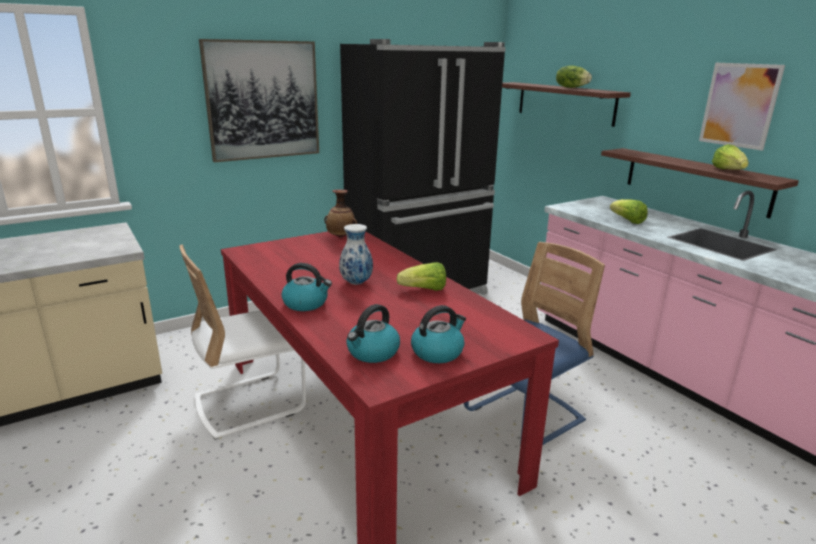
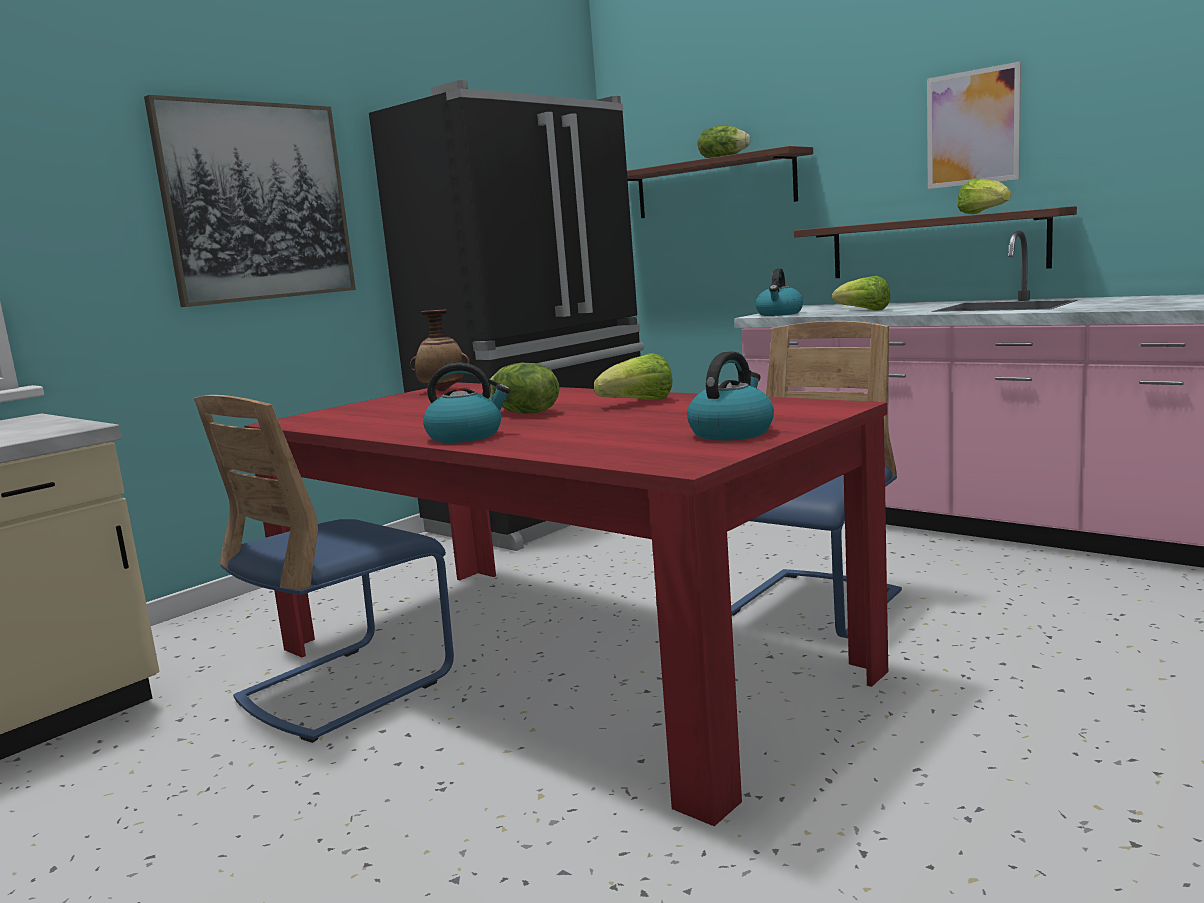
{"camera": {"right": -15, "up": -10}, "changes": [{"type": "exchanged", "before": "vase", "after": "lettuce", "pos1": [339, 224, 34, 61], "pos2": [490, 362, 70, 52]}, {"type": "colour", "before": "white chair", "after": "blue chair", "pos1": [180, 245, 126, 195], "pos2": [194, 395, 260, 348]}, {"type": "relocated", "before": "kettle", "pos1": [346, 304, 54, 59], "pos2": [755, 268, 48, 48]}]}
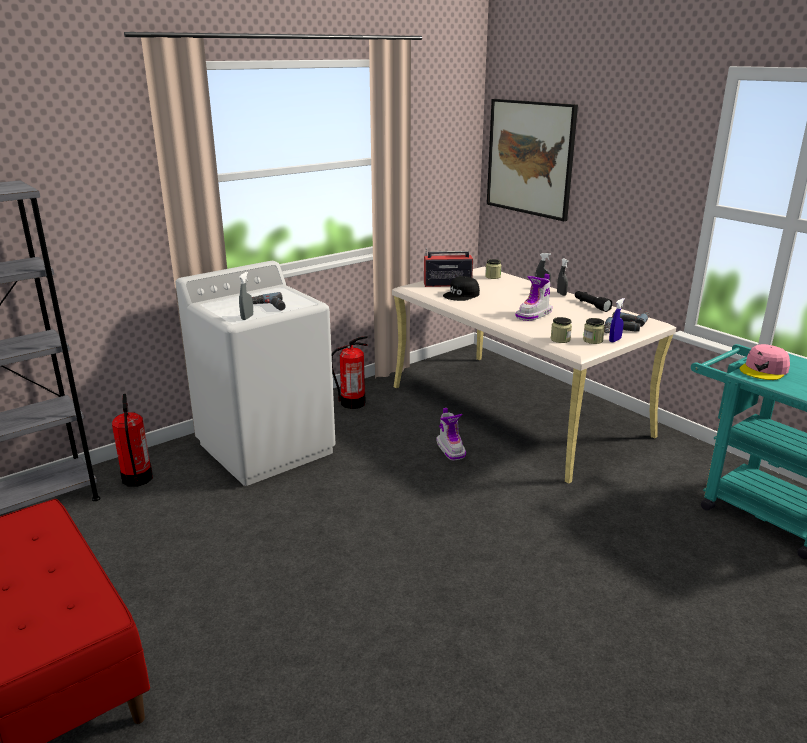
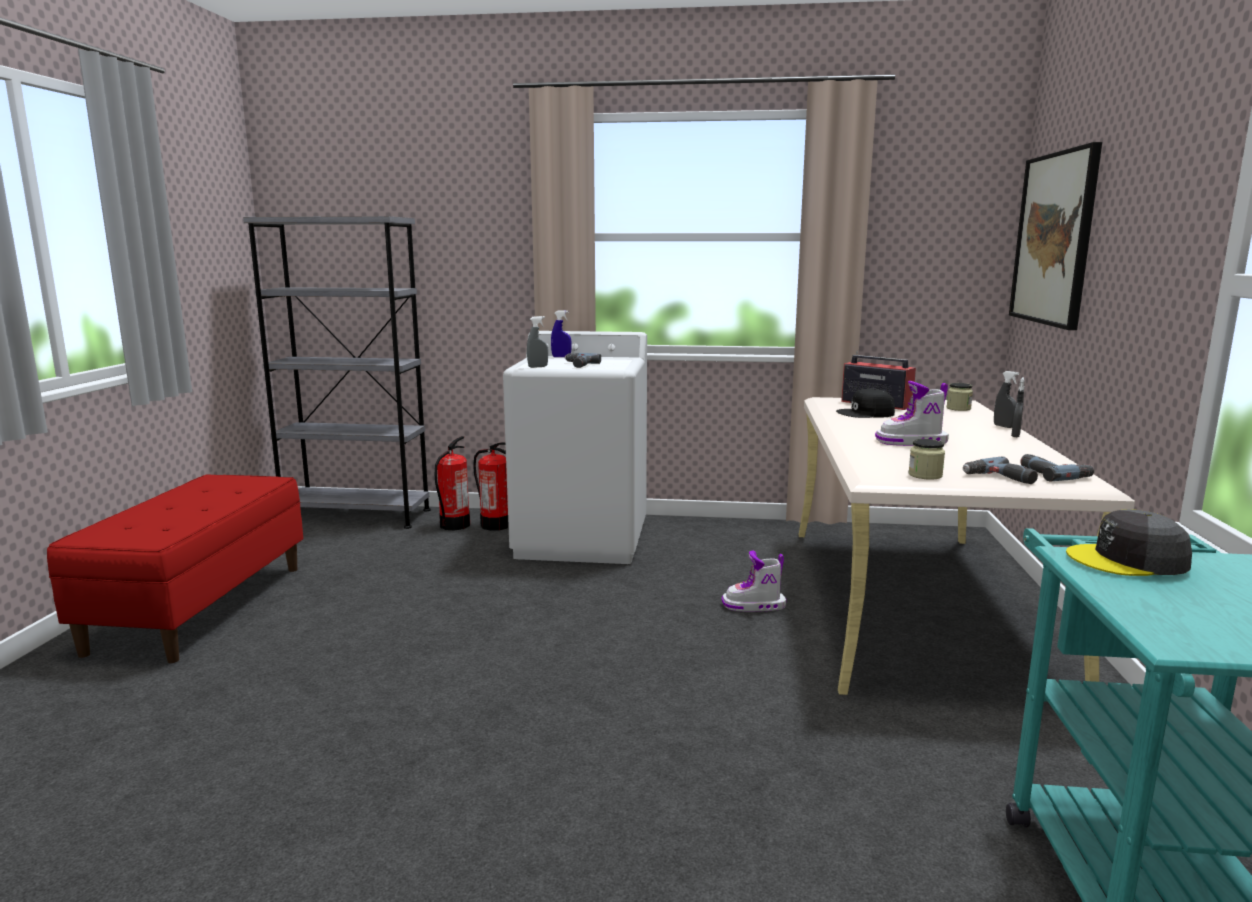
{"camera": {"right": 45, "up": -10}, "changes": [{"type": "missing", "before": "black flashlight", "pos1": [575, 291, 37, 21]}, {"type": "relocated", "before": "blue spray bottle", "pos1": [609, 298, 16, 44], "pos2": [551, 310, 21, 47]}, {"type": "missing", "before": "jar", "pos1": [551, 317, 21, 26]}, {"type": "relocated", "before": "fire extinguisher", "pos1": [332, 336, 36, 73], "pos2": [473, 442, 36, 89]}, {"type": "colour", "before": "pink cap", "after": "grey cap", "pos1": [740, 344, 50, 36], "pos2": [1066, 509, 126, 67]}, {"type": "spun", "before": "boot", "pos1": [437, 408, 29, 53], "pos2": [722, 550, 64, 62], "turn": 60}]}
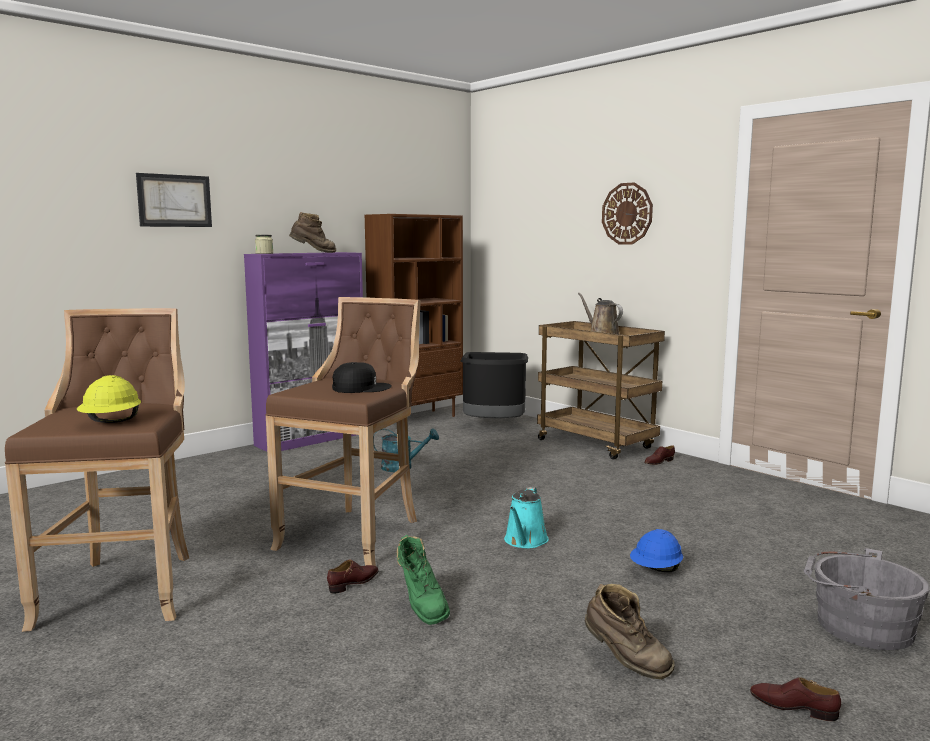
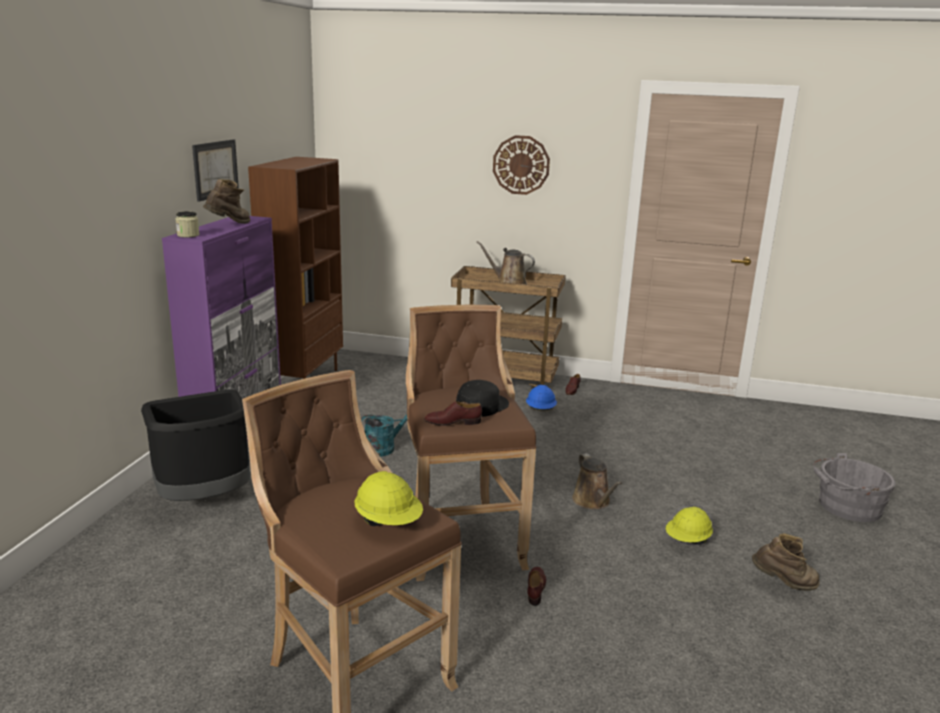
{"camera": {"right": -35, "up": 10}, "changes": [{"type": "relocated", "before": "picture", "pos1": [136, 173, 76, 54], "pos2": [192, 139, 47, 63]}, {"type": "relocated", "before": "black trash can", "pos1": [461, 352, 67, 66], "pos2": [141, 390, 109, 111]}, {"type": "colour", "before": "turquoise watering can", "after": "brown watering can", "pos1": [504, 487, 45, 61], "pos2": [572, 453, 50, 56]}, {"type": "relocated", "before": "blue hard hat", "pos1": [630, 529, 53, 43], "pos2": [526, 385, 31, 26]}, {"type": "missing", "before": "green boot", "pos1": [396, 535, 54, 90]}, {"type": "relocated", "before": "brown shoe", "pos1": [750, 677, 91, 44], "pos2": [424, 401, 58, 25]}, {"type": "appeared", "after": "yellow hard hat", "pos2": [666, 507, 47, 38]}]}
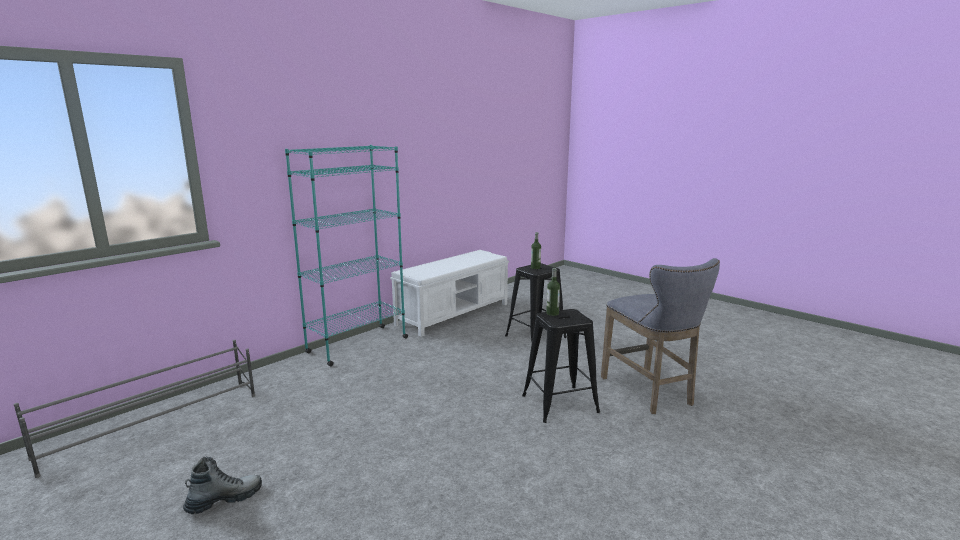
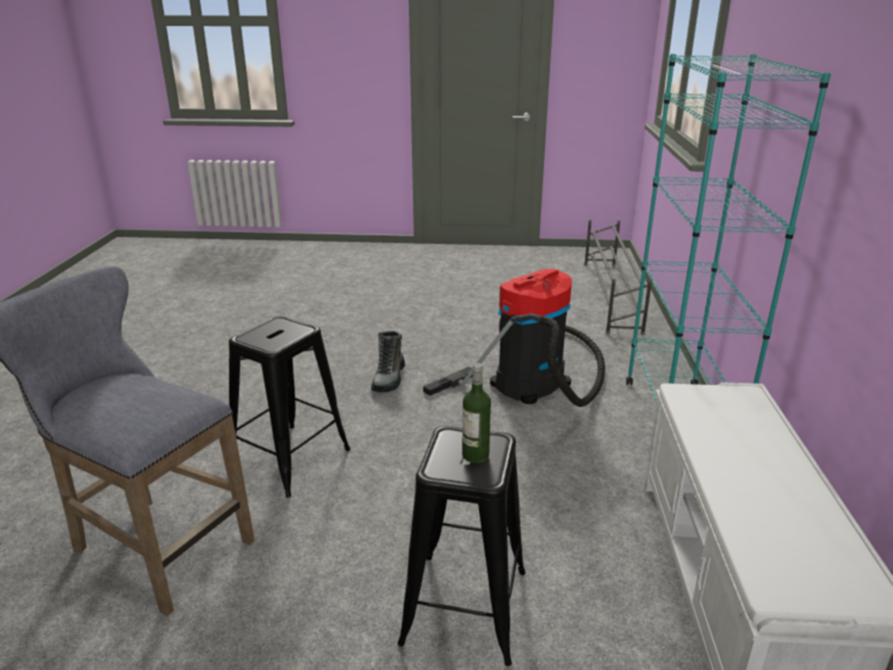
{"camera": {"right": 140, "up": 10}, "changes": [{"type": "missing", "before": "bottle", "pos1": [546, 268, 14, 48]}, {"type": "relocated", "before": "boot", "pos1": [183, 457, 79, 57], "pos2": [371, 331, 34, 61]}, {"type": "appeared", "after": "vacuum cleaner", "pos2": [423, 268, 182, 139]}]}
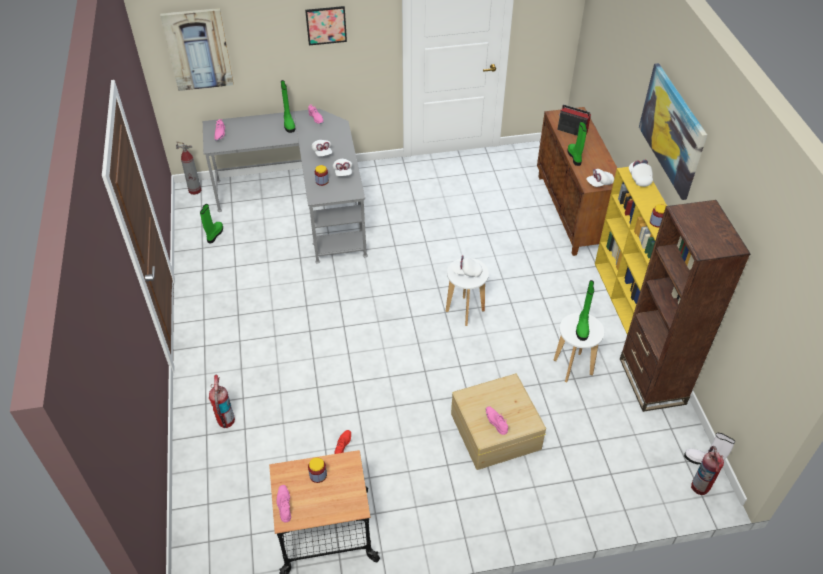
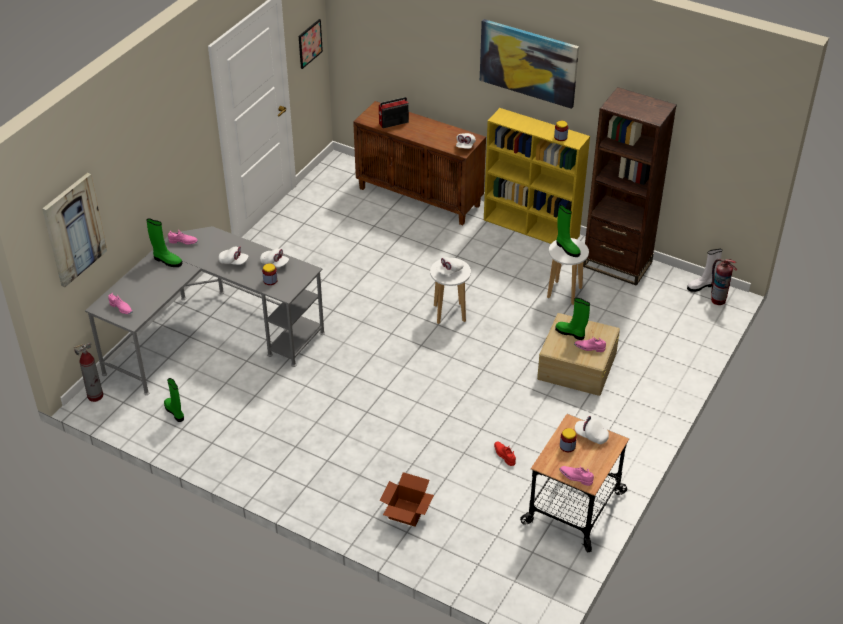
{"camera": {"right": -50, "up": -5}, "changes": [{"type": "relocated", "before": "picture", "pos1": [305, 6, 42, 40], "pos2": [299, 19, 24, 50]}, {"type": "relocated", "before": "green boot", "pos1": [567, 121, 20, 45], "pos2": [555, 298, 35, 42]}, {"type": "relocated", "before": "white cap", "pos1": [629, 160, 24, 27], "pos2": [575, 416, 34, 28]}, {"type": "exchanged", "before": "fire extinguisher", "after": "cardboard box", "pos1": [209, 374, 26, 54], "pos2": [379, 472, 55, 55]}]}
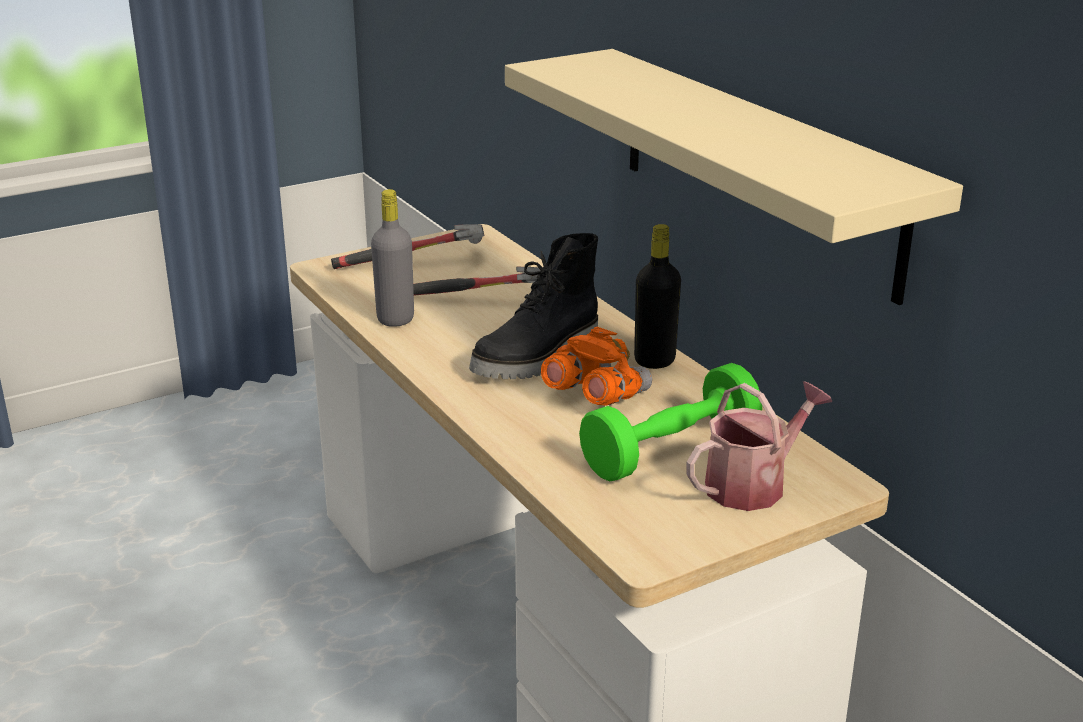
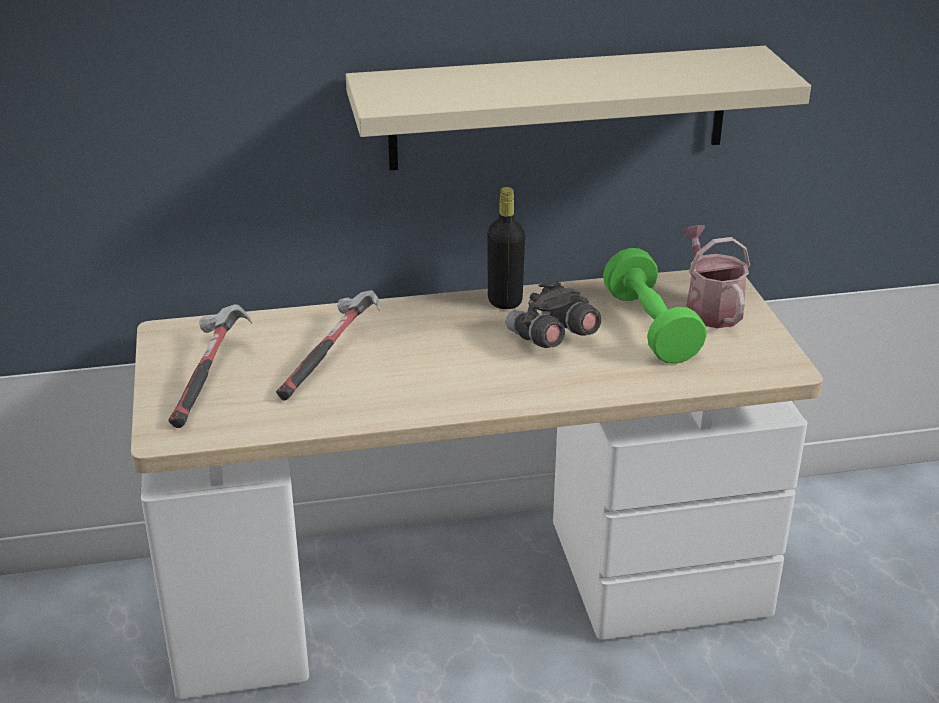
{"camera": {"right": -70, "up": 5}, "changes": [{"type": "missing", "before": "grey bottle", "pos1": [371, 189, 43, 138]}, {"type": "missing", "before": "black boot", "pos1": [469, 233, 129, 146]}, {"type": "colour", "before": "orange binoculars", "after": "grey binoculars", "pos1": [541, 327, 111, 78], "pos2": [506, 280, 95, 68]}]}
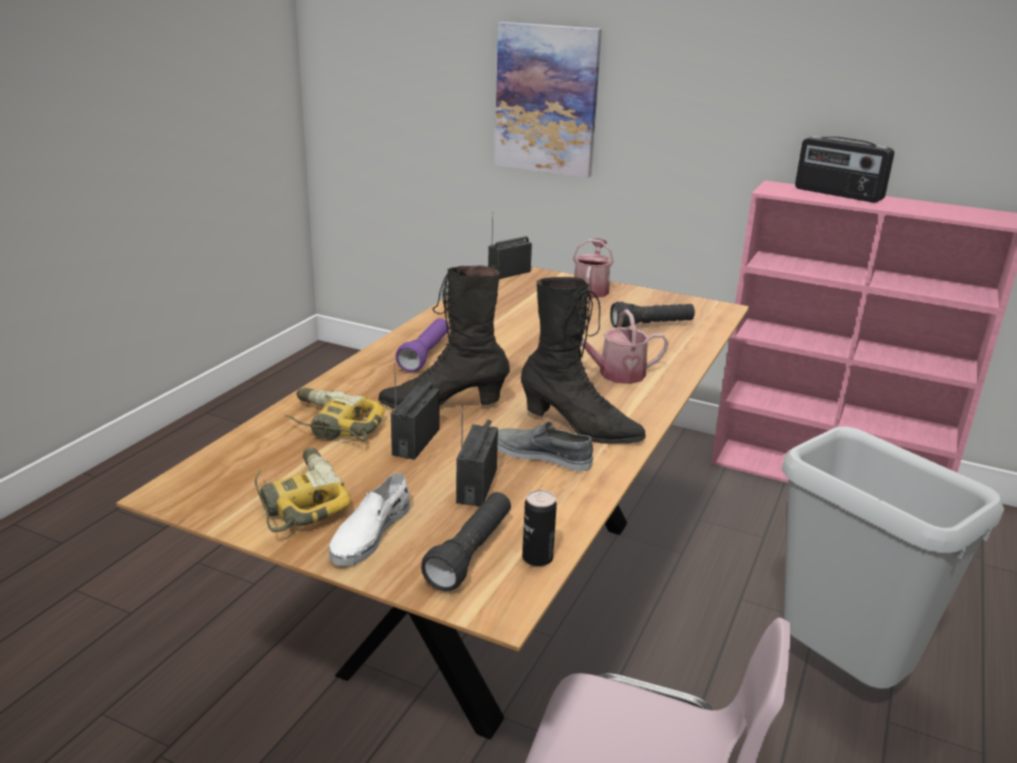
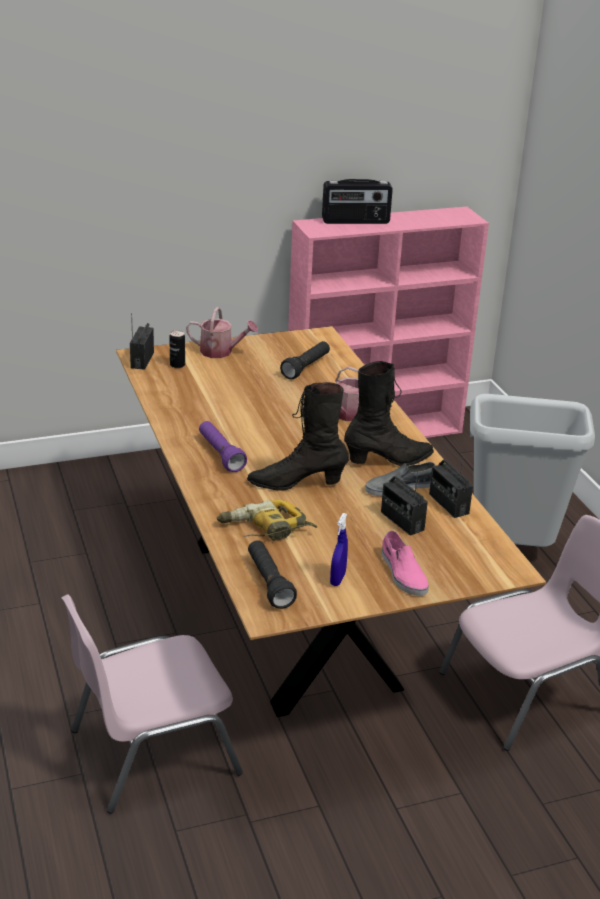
{"camera": {"right": -45, "up": 5}, "changes": [{"type": "missing", "before": "picture", "pos1": [495, 22, 107, 156]}, {"type": "spun", "before": "watering can", "pos1": [573, 238, 41, 60], "pos2": [186, 307, 72, 51], "turn": 135}, {"type": "spun", "before": "black boot", "pos1": [378, 265, 132, 144], "pos2": [247, 382, 102, 108], "turn": 45}, {"type": "relocated", "before": "radio", "pos1": [391, 363, 48, 97], "pos2": [429, 455, 44, 63]}, {"type": "exchanged", "before": "power drill", "after": "blue spray bottle", "pos1": [255, 447, 96, 85], "pos2": [330, 513, 18, 73]}, {"type": "colour", "before": "white shoe", "after": "pink shoe", "pos1": [329, 473, 81, 93], "pos2": [382, 531, 47, 65]}, {"type": "relocated", "before": "can", "pos1": [522, 490, 35, 76], "pos2": [169, 330, 16, 38]}, {"type": "relocated", "before": "black flashlight", "pos1": [421, 492, 90, 99], "pos2": [248, 540, 49, 69]}, {"type": "appeared", "after": "pink chair", "pos2": [61, 594, 182, 220]}]}
